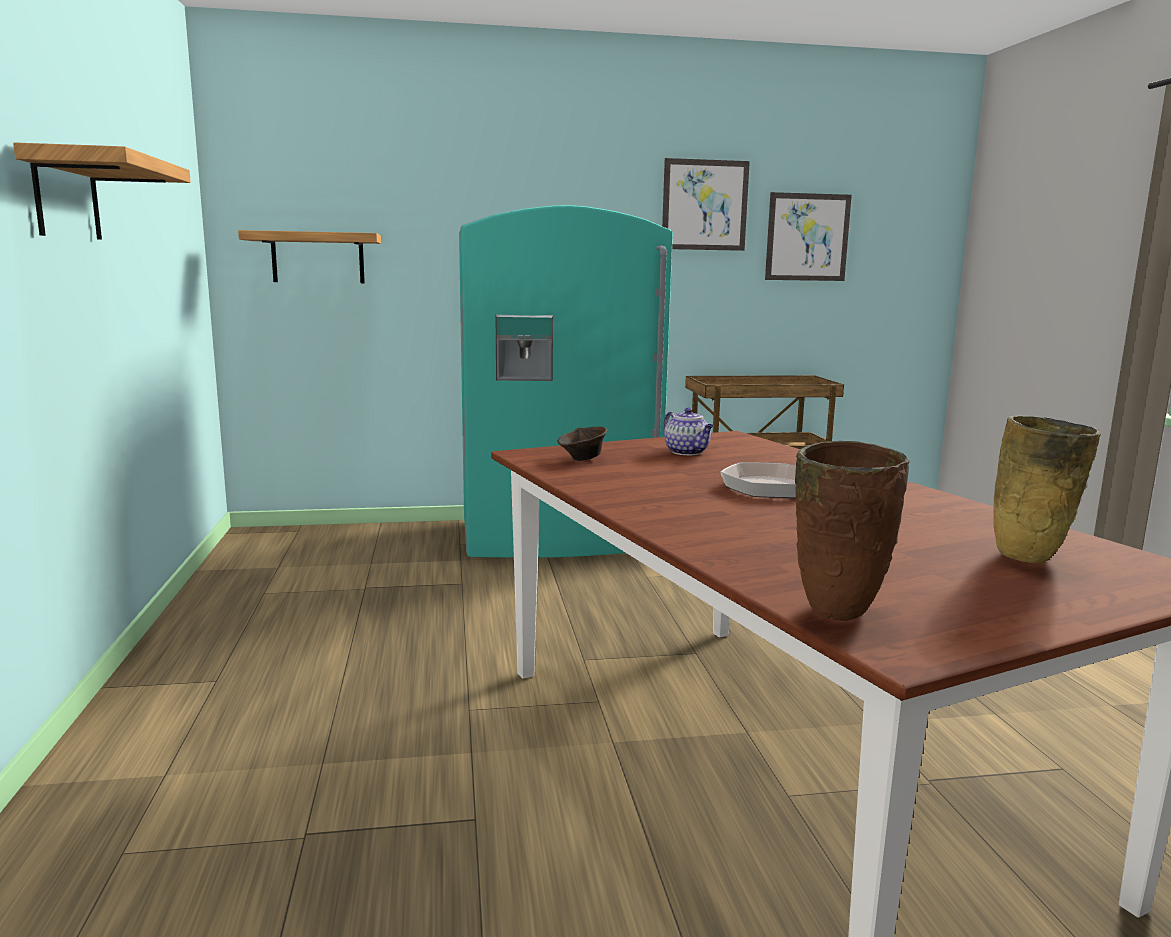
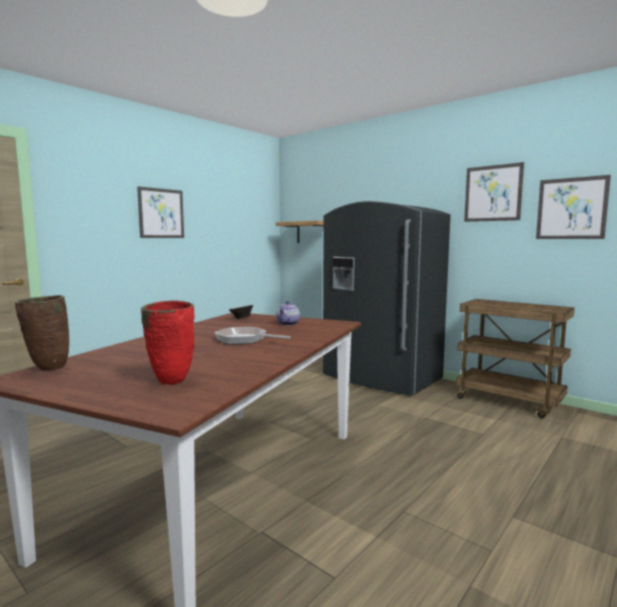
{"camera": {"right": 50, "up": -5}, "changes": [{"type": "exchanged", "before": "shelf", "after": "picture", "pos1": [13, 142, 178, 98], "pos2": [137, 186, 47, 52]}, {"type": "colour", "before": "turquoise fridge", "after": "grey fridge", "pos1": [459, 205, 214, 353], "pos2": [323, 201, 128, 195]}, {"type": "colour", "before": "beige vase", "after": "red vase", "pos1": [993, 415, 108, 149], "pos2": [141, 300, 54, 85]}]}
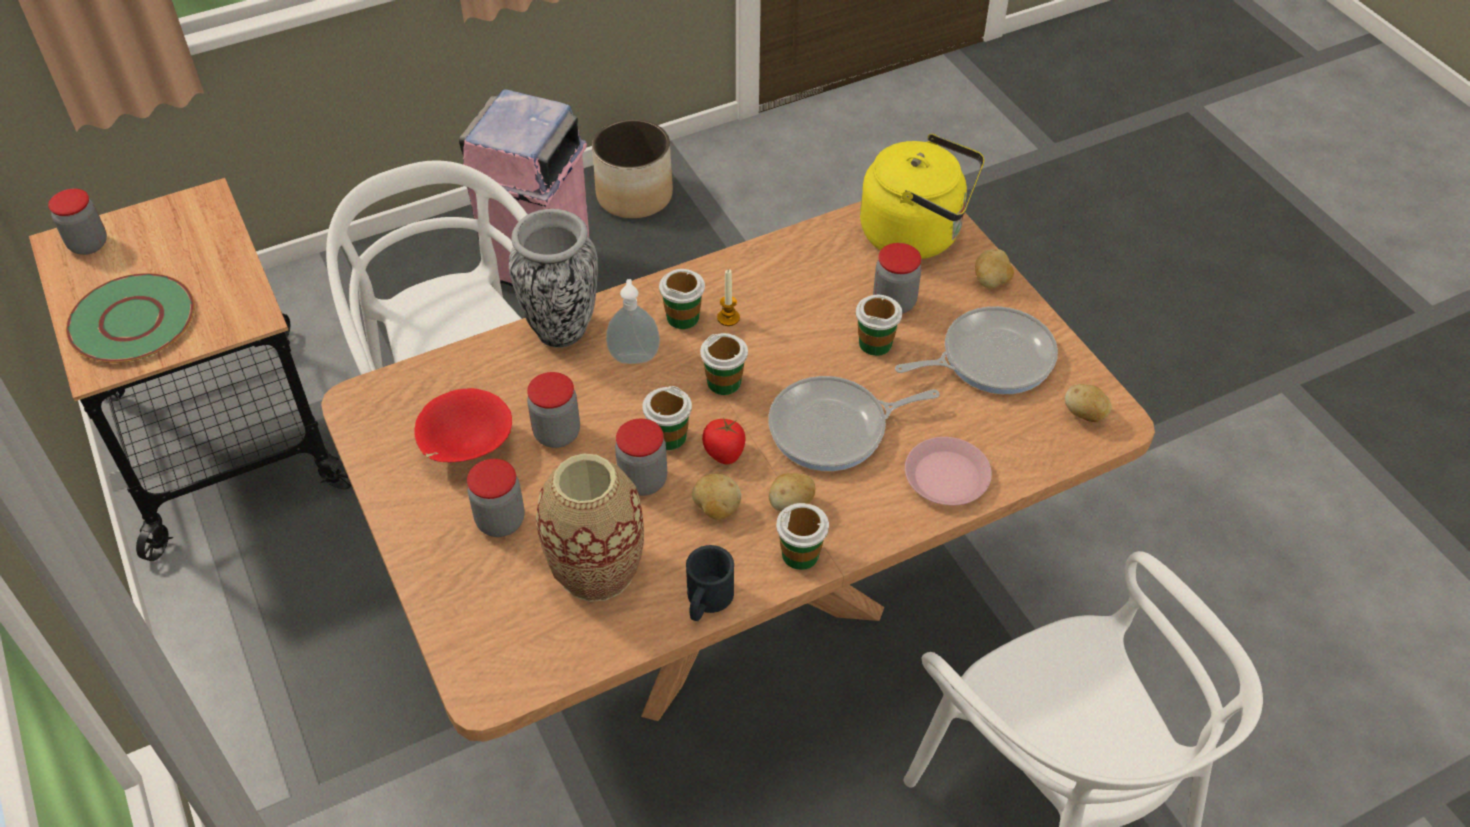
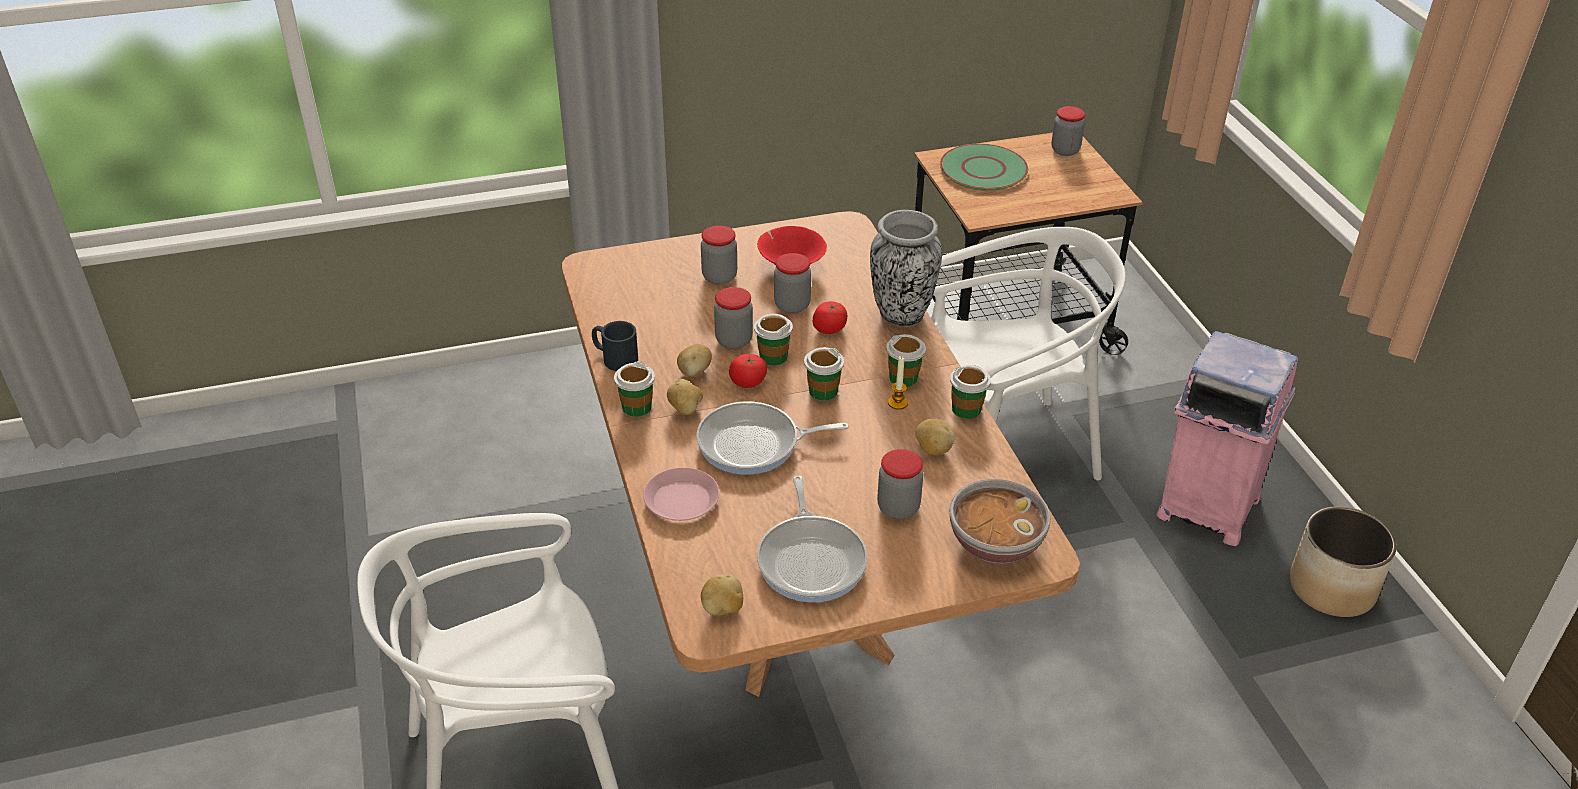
{"camera": {"right": 100, "up": -10}, "changes": [{"type": "exchanged", "before": "yellow kettle", "after": "bowl", "pos1": [860, 134, 124, 125], "pos2": [950, 479, 101, 84]}, {"type": "relocated", "before": "potato", "pos1": [975, 249, 39, 39], "pos2": [915, 419, 39, 37]}, {"type": "missing", "before": "soap dispenser", "pos1": [606, 279, 54, 85]}, {"type": "relocated", "before": "cup", "pos1": [856, 295, 46, 61], "pos2": [950, 365, 41, 54]}, {"type": "spun", "before": "frying pan", "pos1": [768, 376, 172, 95], "pos2": [696, 402, 153, 73], "turn": -90}, {"type": "missing", "before": "vase", "pos1": [536, 453, 108, 149]}, {"type": "appeared", "after": "tomato", "pos2": [813, 301, 34, 33]}]}
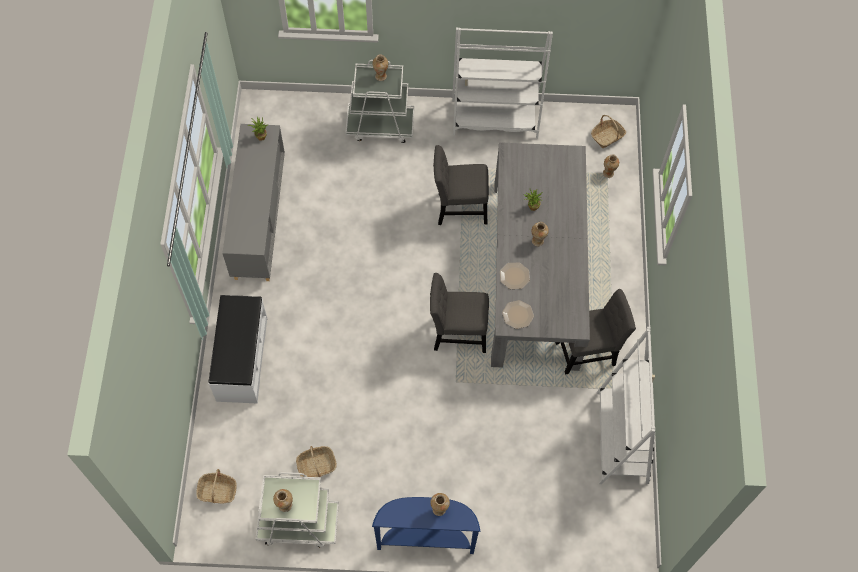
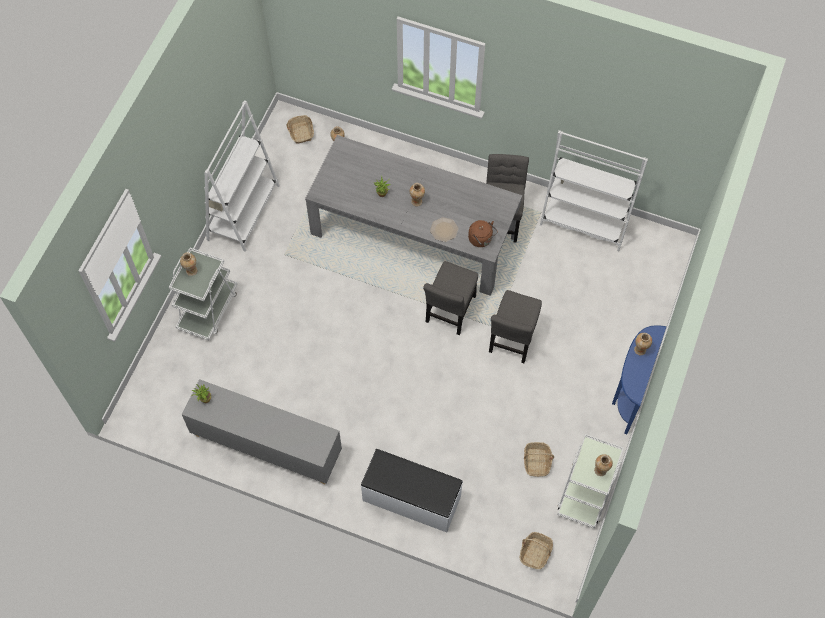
{"camera": {"right": -70, "up": 0}, "changes": [{"type": "relocated", "before": "grey chair", "pos1": [433, 145, 56, 80], "pos2": [489, 290, 53, 73]}, {"type": "exchanged", "before": "plate", "after": "brown kettle", "pos1": [502, 300, 32, 29], "pos2": [468, 220, 30, 27]}]}
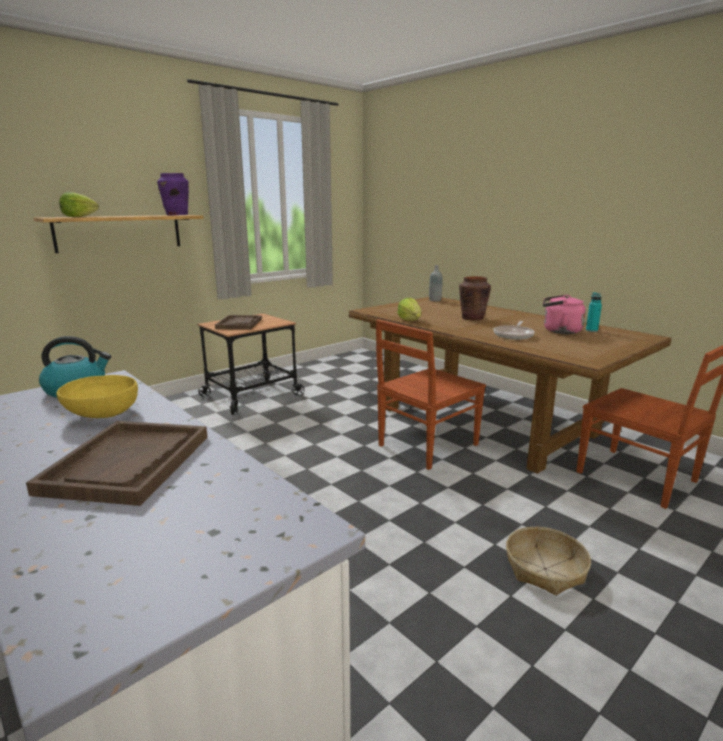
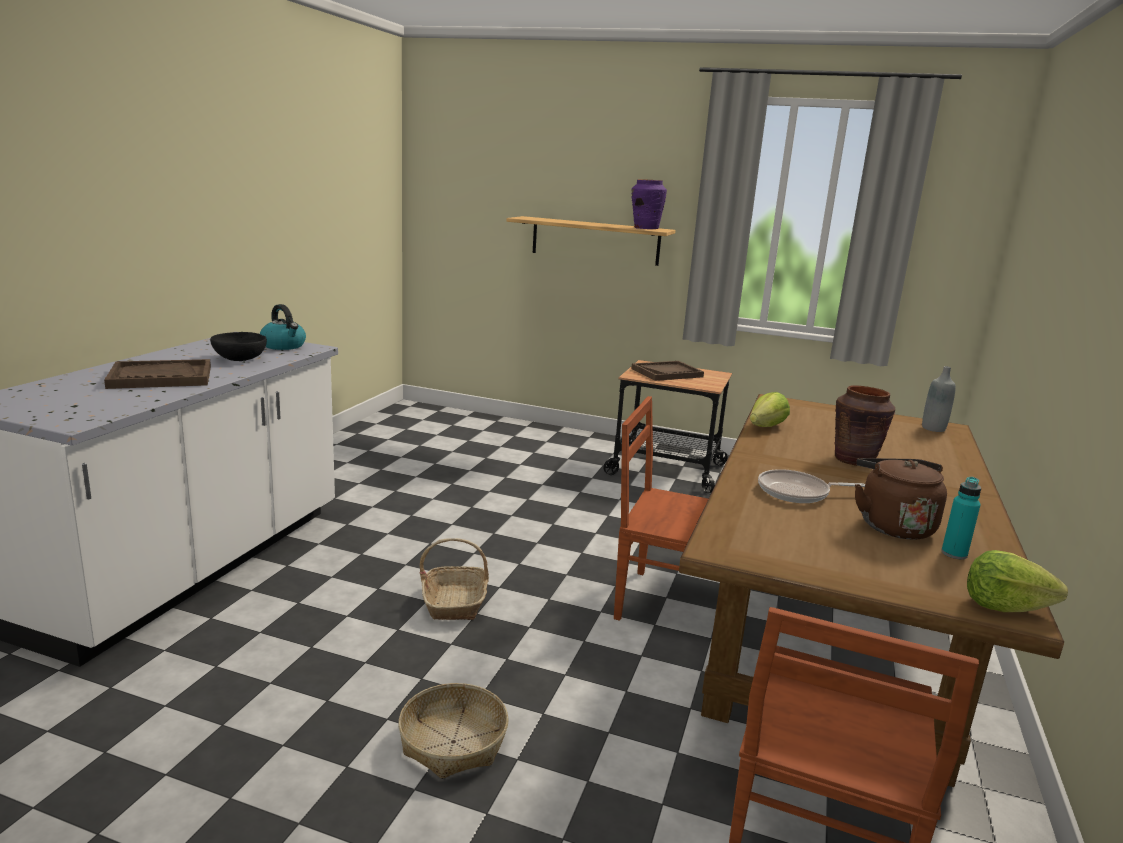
{"camera": {"right": 60, "up": 0}, "changes": [{"type": "relocated", "before": "lettuce", "pos1": [59, 192, 40, 25], "pos2": [967, 550, 101, 62]}, {"type": "colour", "before": "pink kettle", "after": "brown kettle", "pos1": [543, 295, 43, 39], "pos2": [855, 458, 92, 82]}, {"type": "colour", "before": "yellow bowl", "after": "black bowl", "pos1": [57, 375, 81, 43], "pos2": [210, 332, 57, 29]}, {"type": "appeared", "after": "basket", "pos2": [419, 538, 70, 82]}]}
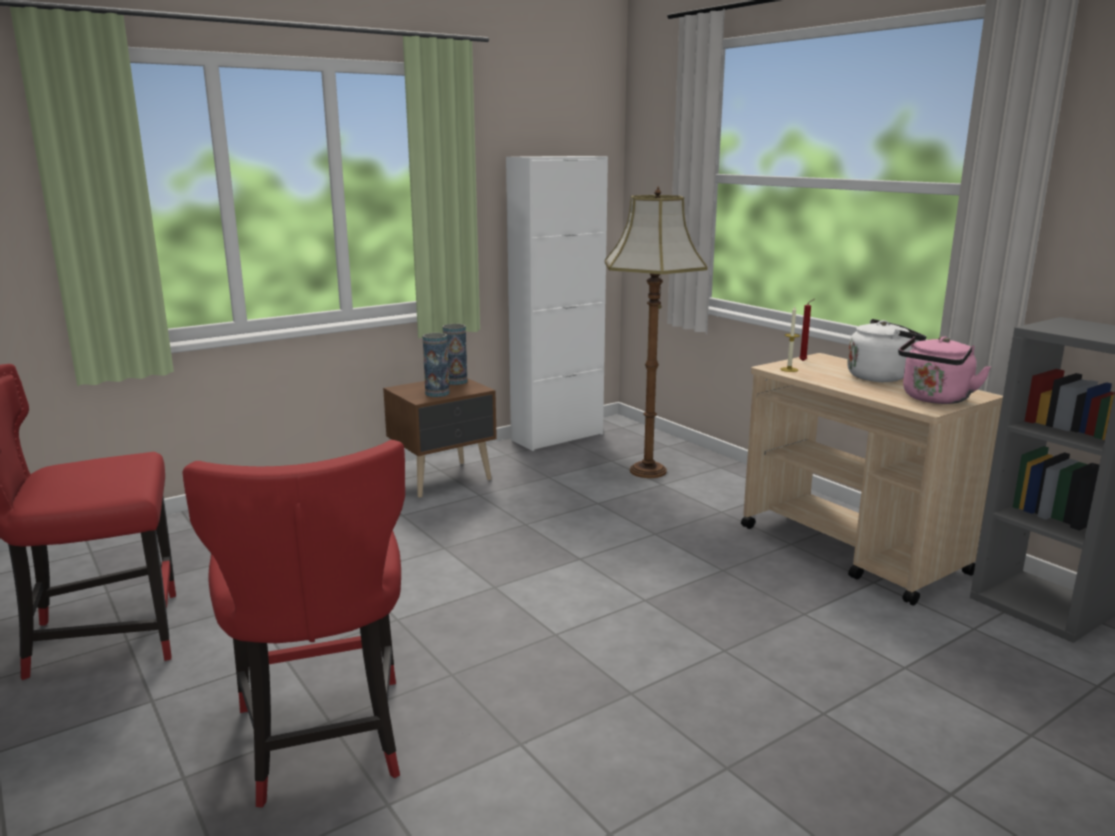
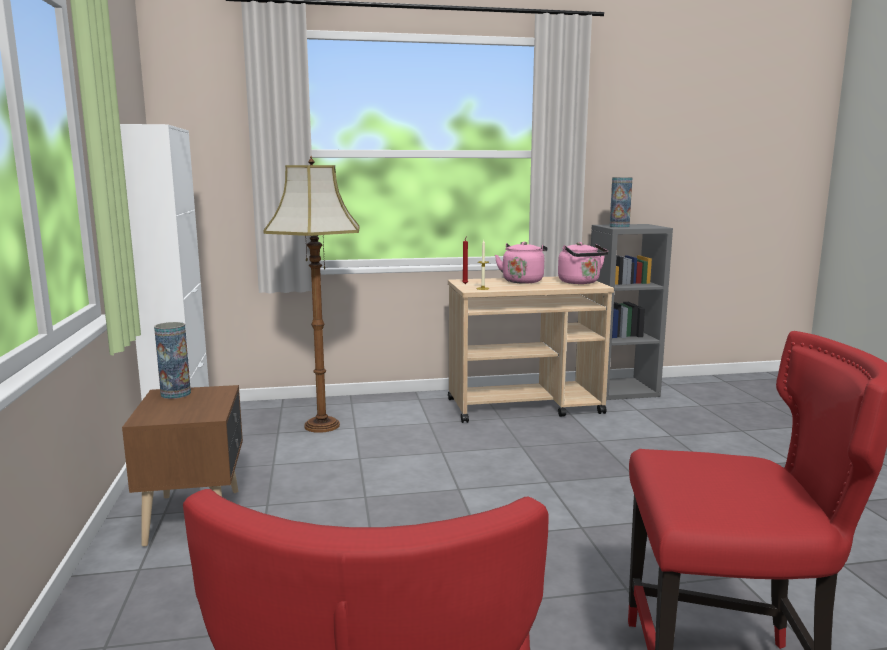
{"camera": {"right": -65, "up": -5}, "changes": [{"type": "colour", "before": "white kettle", "after": "pink kettle", "pos1": [847, 319, 79, 63], "pos2": [495, 241, 52, 43]}, {"type": "relocated", "before": "vase", "pos1": [423, 333, 27, 64], "pos2": [610, 177, 22, 51]}]}
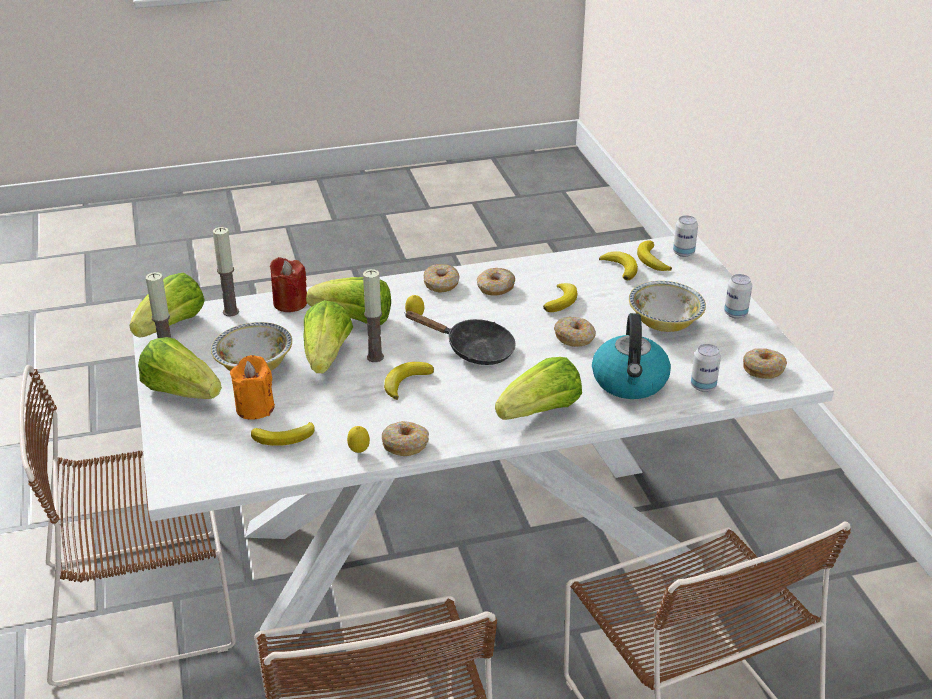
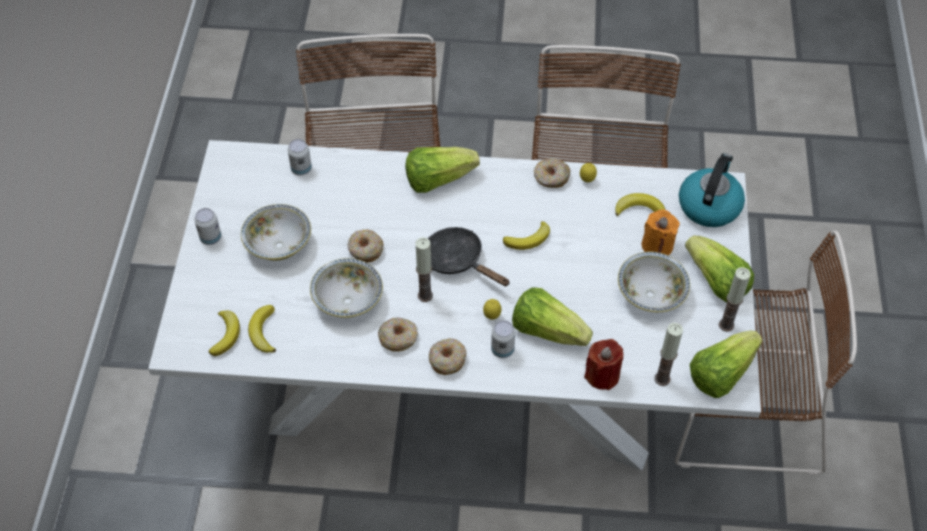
{"camera": {"right": -160, "up": 20}, "changes": [{"type": "relocated", "before": "can", "pos1": [673, 215, 25, 42], "pos2": [491, 320, 24, 38]}, {"type": "relocated", "before": "candle", "pos1": [363, 269, 21, 93], "pos2": [416, 237, 17, 65]}, {"type": "exchanged", "before": "banana", "after": "bowl", "pos1": [543, 283, 35, 29], "pos2": [310, 258, 73, 60]}, {"type": "missing", "before": "lettuce", "pos1": [303, 300, 50, 73]}, {"type": "relocated", "before": "kettle", "pos1": [592, 313, 79, 86], "pos2": [679, 153, 66, 74]}, {"type": "missing", "before": "donut", "pos1": [743, 348, 44, 31]}]}
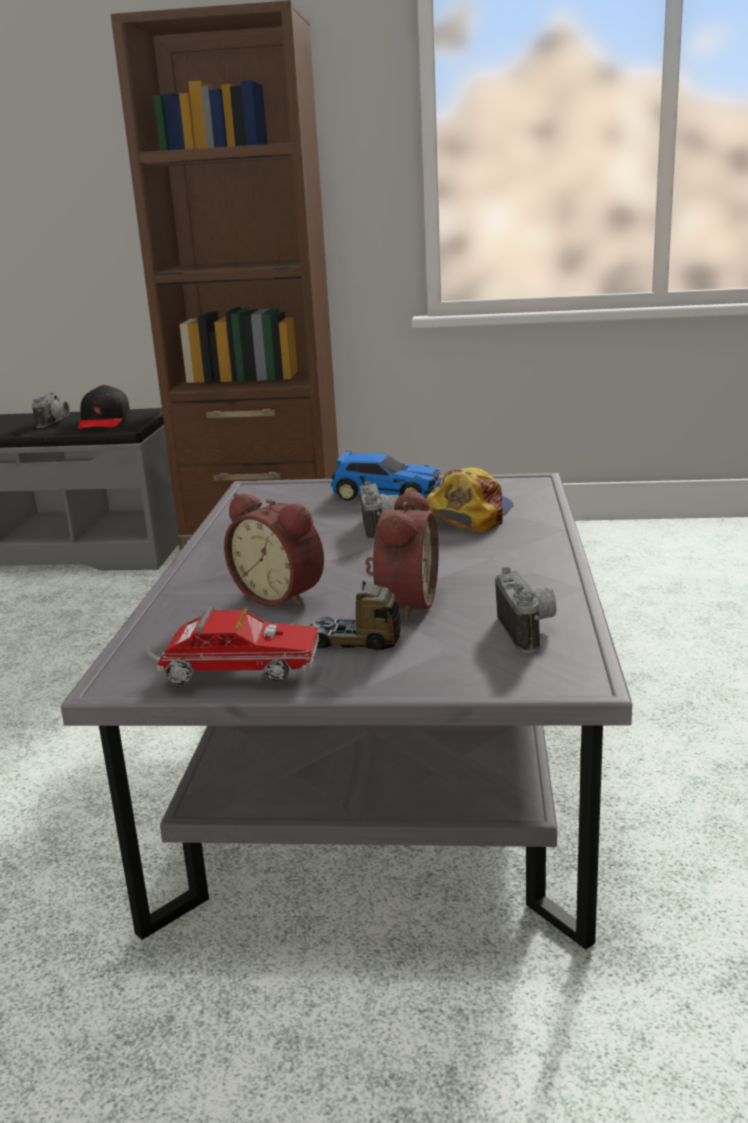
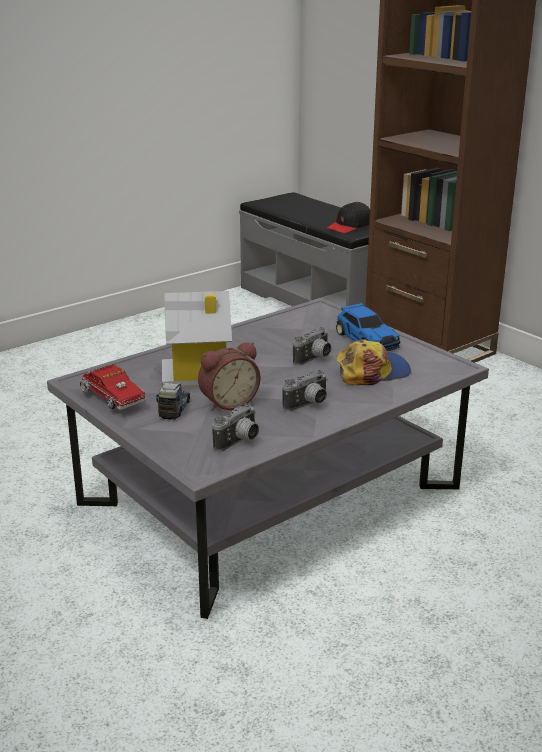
{"camera": {"right": 45, "up": 5}, "changes": [{"type": "relocated", "before": "photo camera", "pos1": [32, 392, 38, 36], "pos2": [282, 370, 46, 41]}, {"type": "exchanged", "before": "alarm clock", "after": "toy house", "pos1": [224, 493, 100, 115], "pos2": [162, 291, 70, 95]}, {"type": "spun", "before": "toy truck", "pos1": [310, 581, 91, 69], "pos2": [156, 382, 34, 38], "turn": 45}]}
